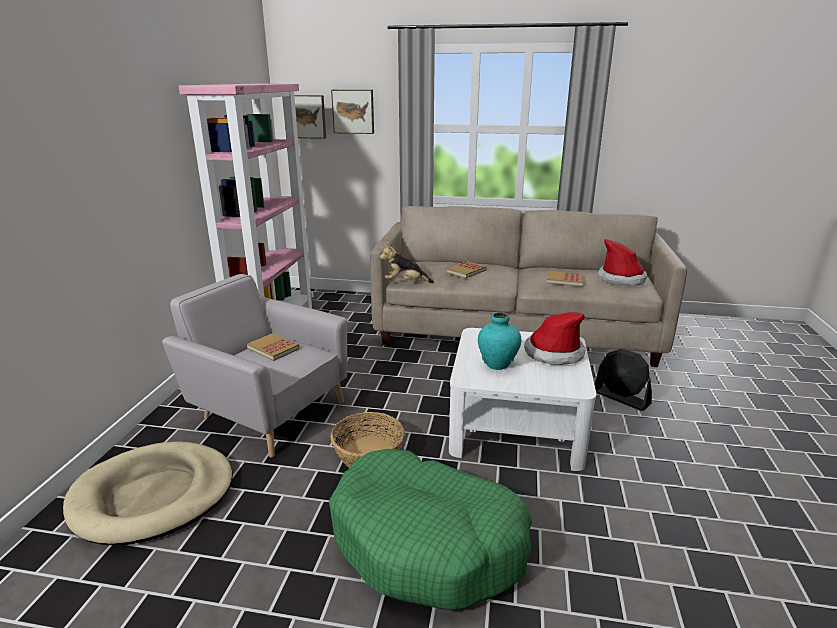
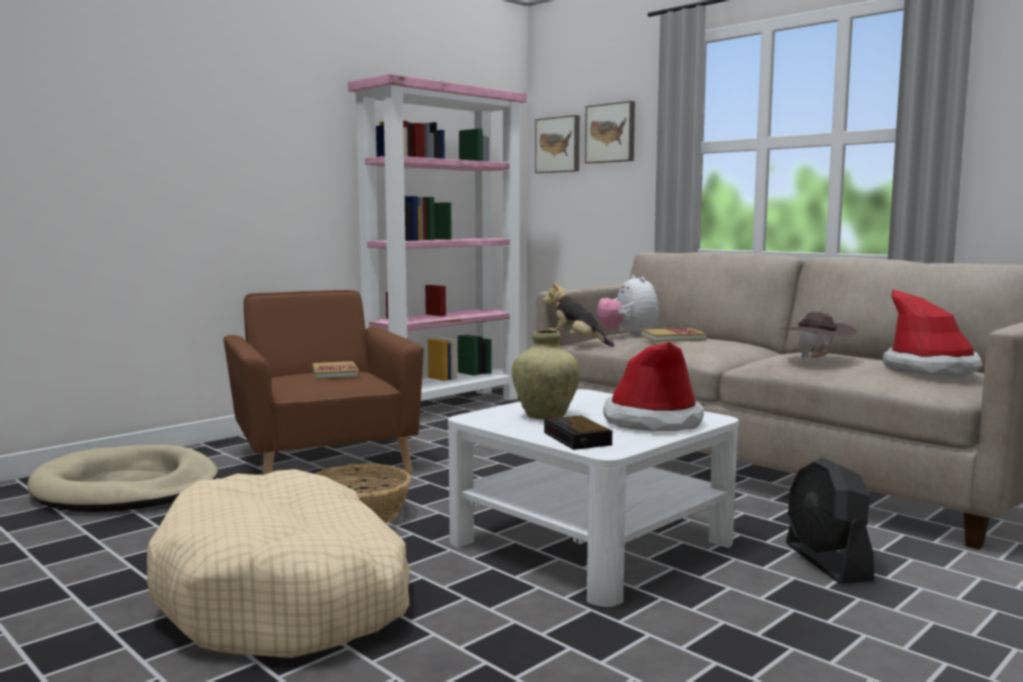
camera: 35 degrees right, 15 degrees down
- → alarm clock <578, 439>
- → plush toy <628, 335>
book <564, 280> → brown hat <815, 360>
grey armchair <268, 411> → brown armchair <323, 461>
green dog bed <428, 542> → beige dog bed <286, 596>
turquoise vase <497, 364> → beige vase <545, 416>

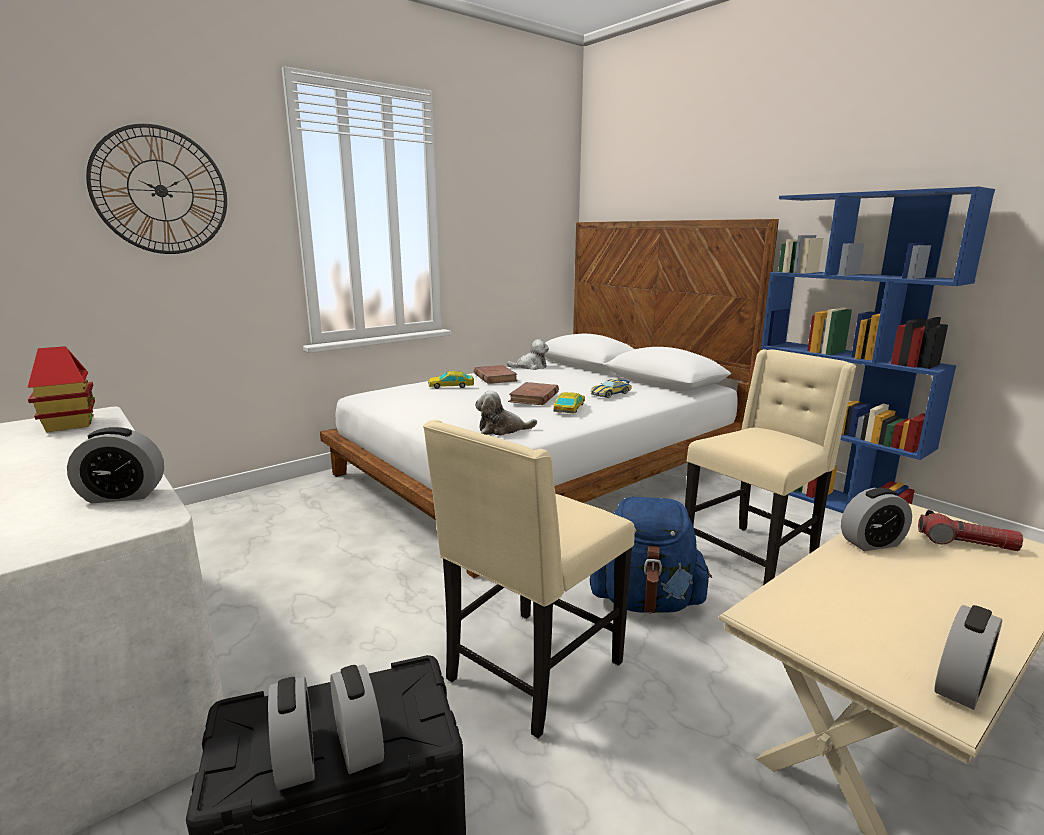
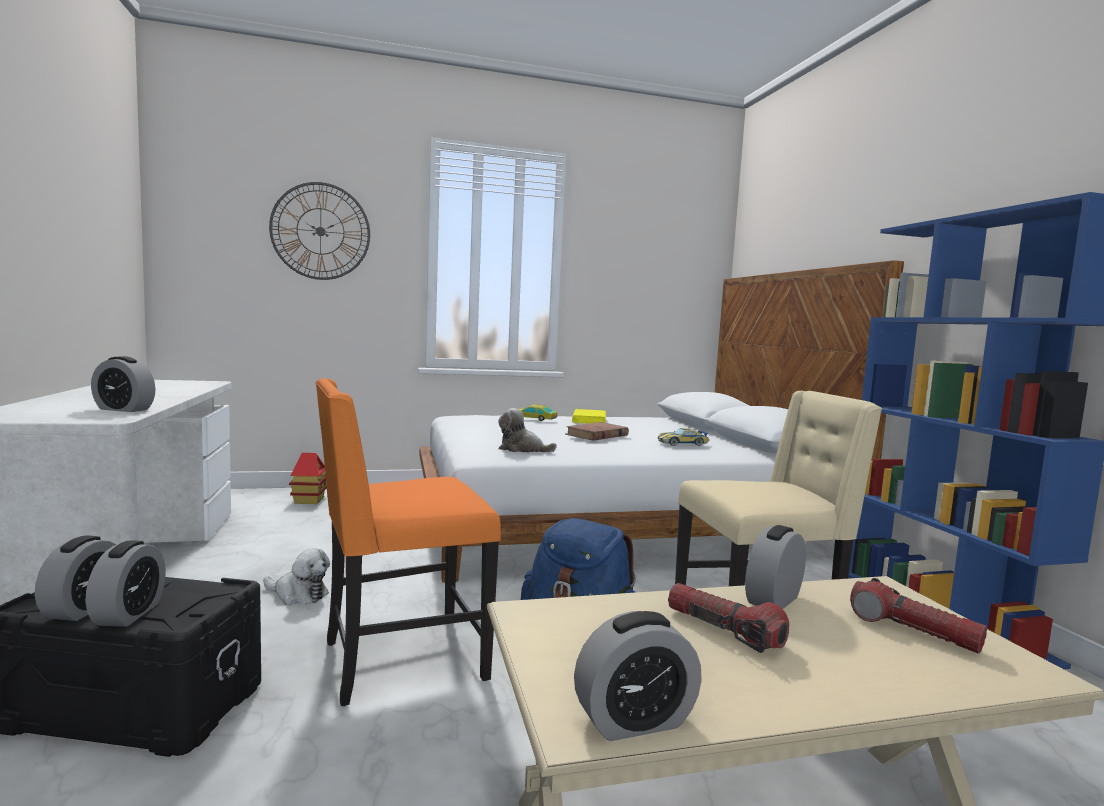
camera: 25 degrees right, 10 degrees down
toy car <569, 408> → -
- → flashlight <724, 630>
toy house <70, 424> → toy house <309, 500>, relocated
plush toy <530, 367> → plush toy <298, 595>, relocated
beige chair <531, 672> → orange chair <400, 660>
brown book <495, 377> → yellow book <589, 420>
alarm clock <871, 543> → alarm clock <773, 600>, 120 degrees clockwise

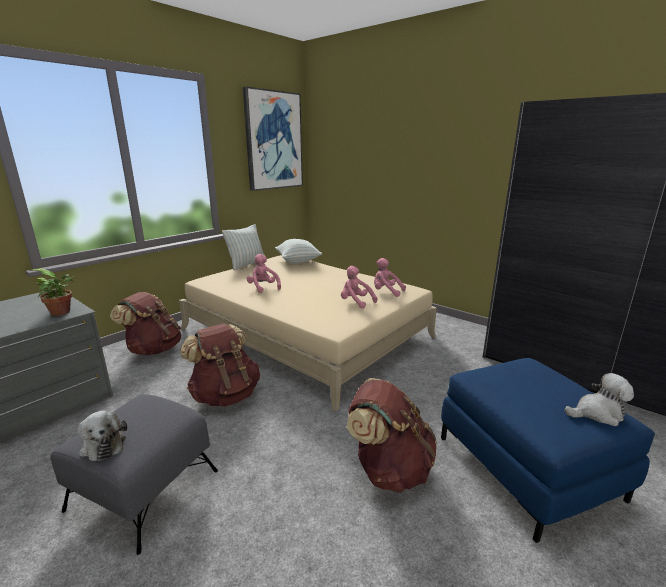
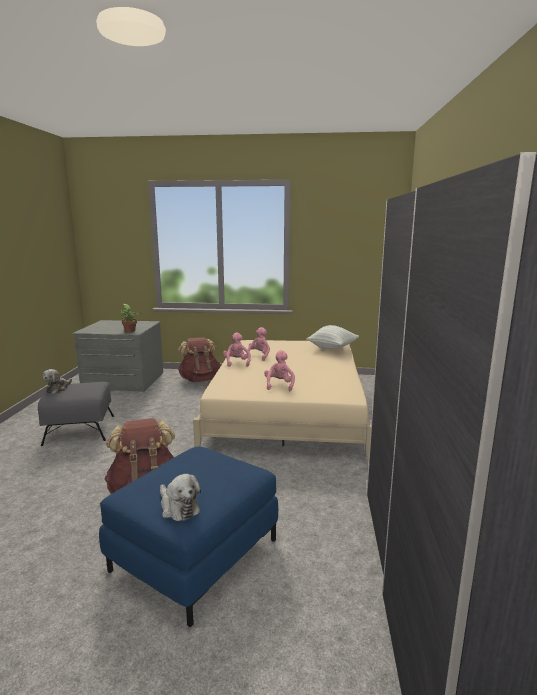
camera: 55 degrees right, 5 degrees down
brown backpack <225, 395> → -
pillow <247, 265> → -
picture <273, 141> → -
pink plush toy <386, 292> → pink plush toy <236, 363>, relocated

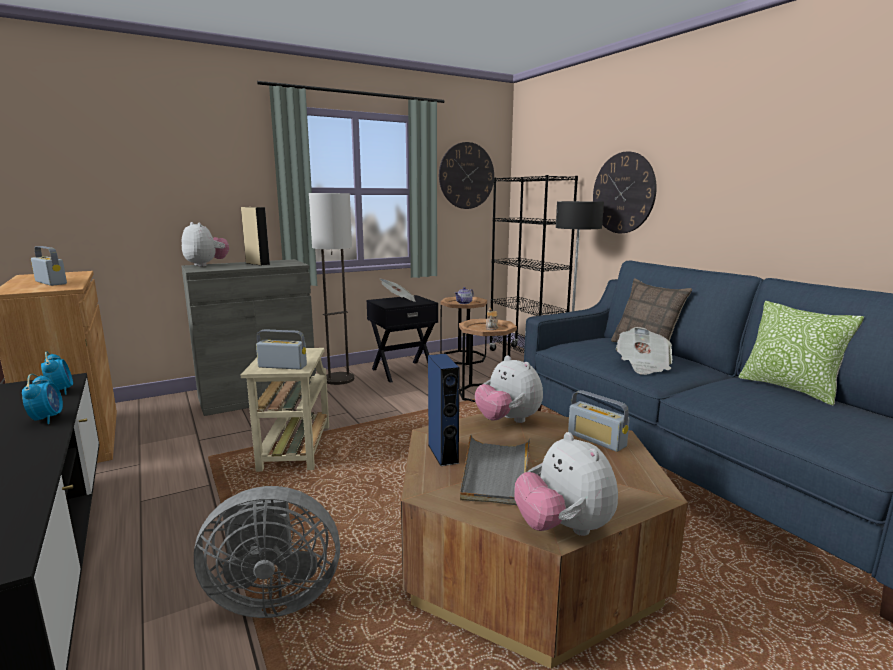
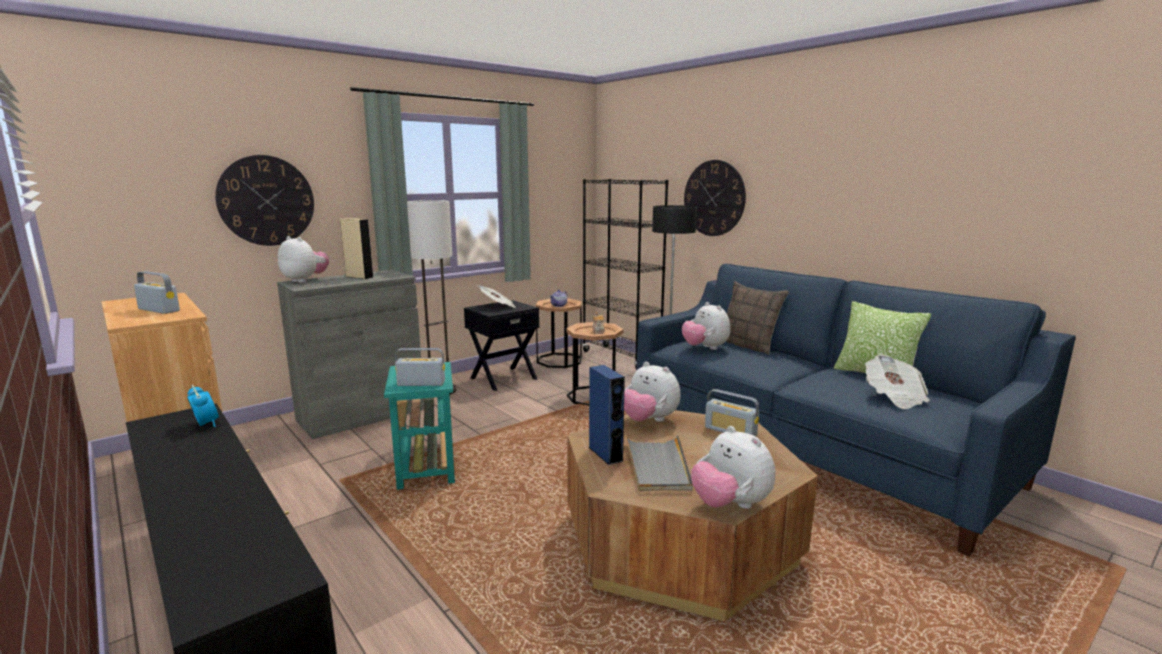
camera: 10 degrees left, 0 degrees up
alarm clock <47, 419> → -
grey fan <272, 598> → -
- → plush toy <705, 348>
wall clock <466, 176> → wall clock <266, 201>, relocated
newspaper <642, 366> → newspaper <894, 397>, relocated
beige side table <295, 449> → turquoise side table <426, 465>

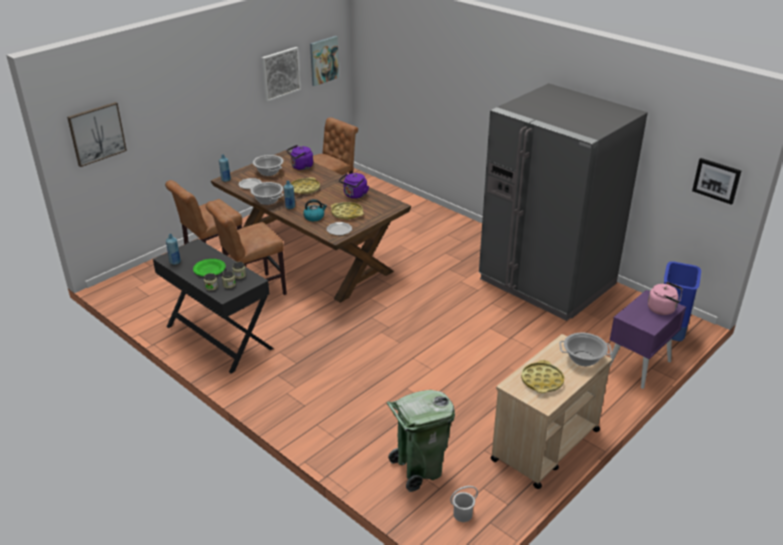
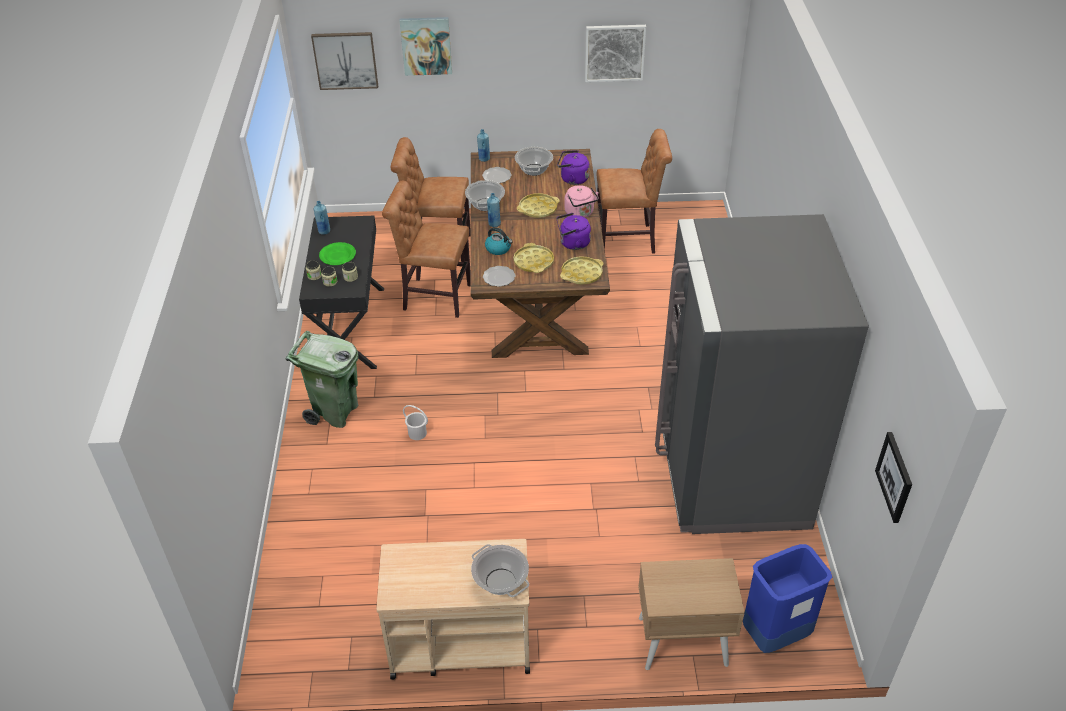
camera: 45 degrees right, 10 degrees up
picture <323, 60> → picture <426, 45>, relocated
green trash can <419, 469> → green trash can <335, 412>, relocated
white bucket <463, 514> → white bucket <417, 433>, relocated
yellow tray <542, 380> → yellow tray <582, 274>, relocated
pink kettle <663, 309> → pink kettle <580, 213>, relocated
purple nightstand <638, 365> → beige nightstand <682, 641>

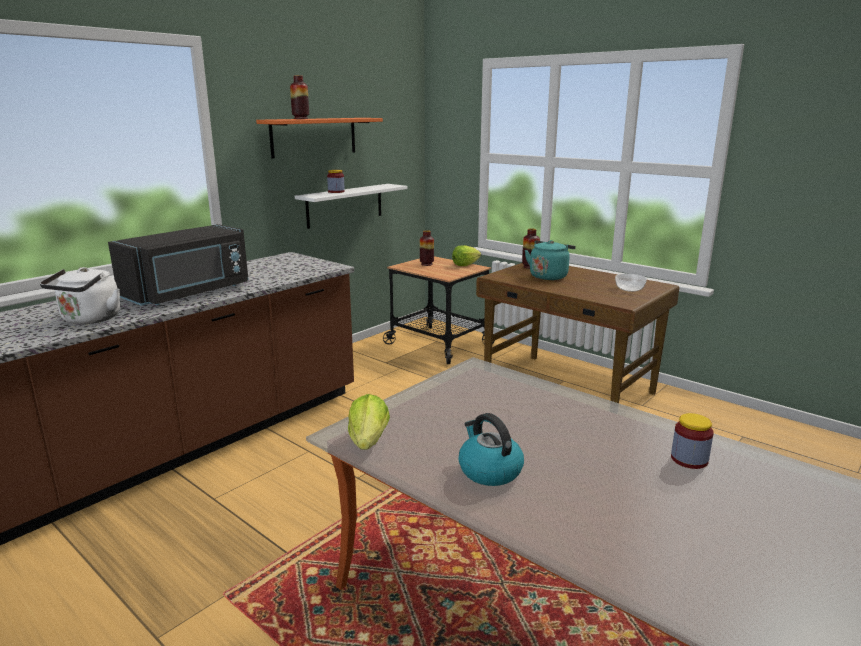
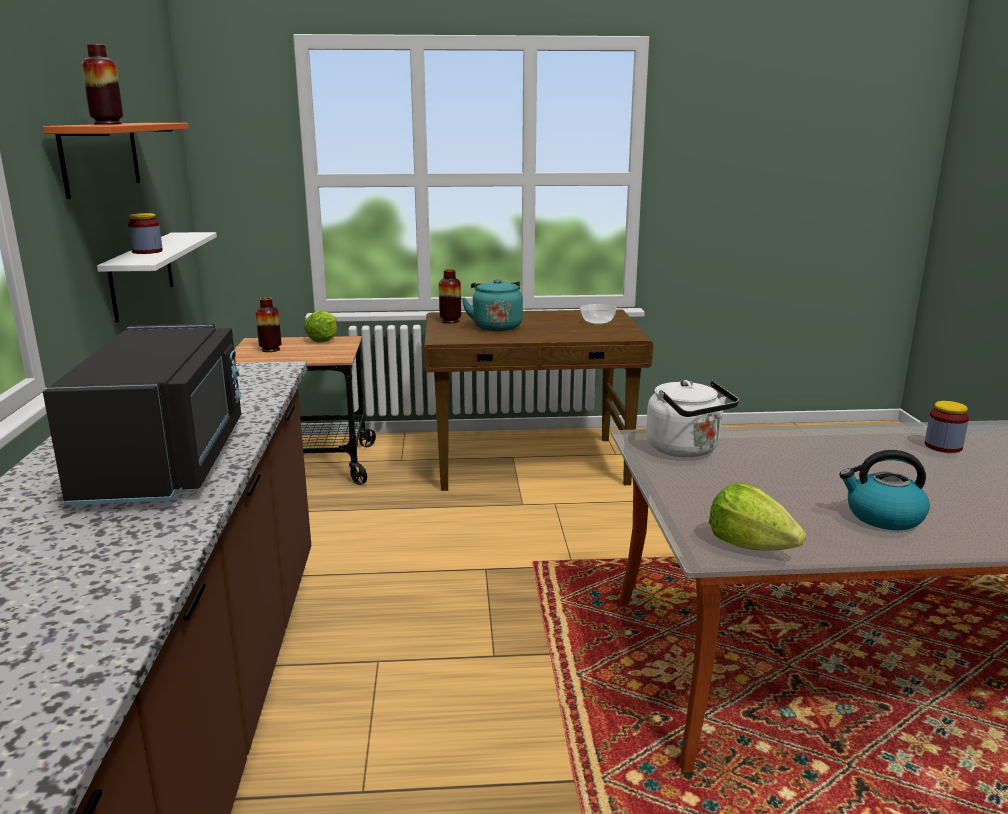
camera: 45 degrees left, 0 degrees up
white kettle <89, 320> → white kettle <686, 450>, relocated

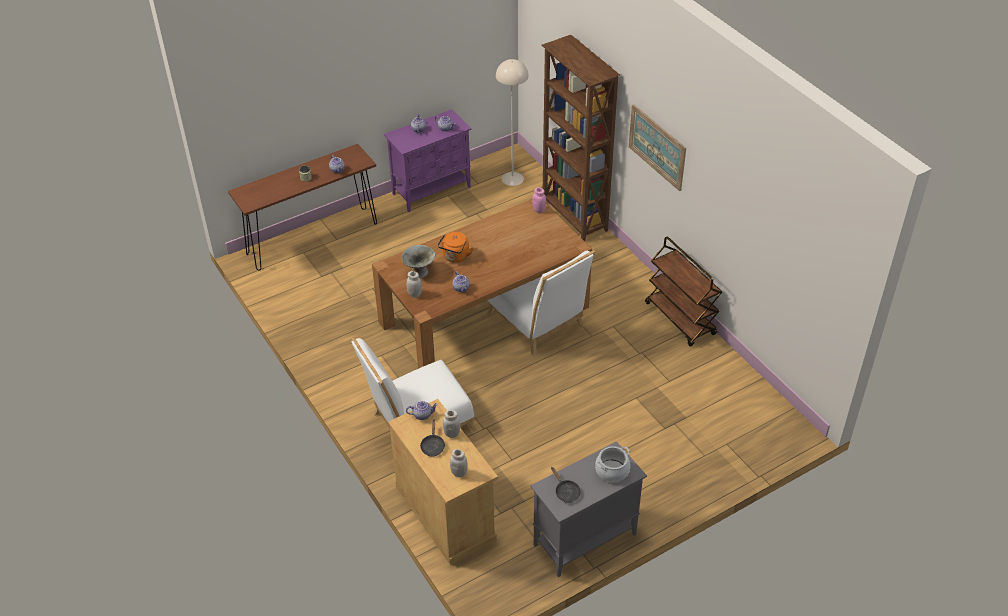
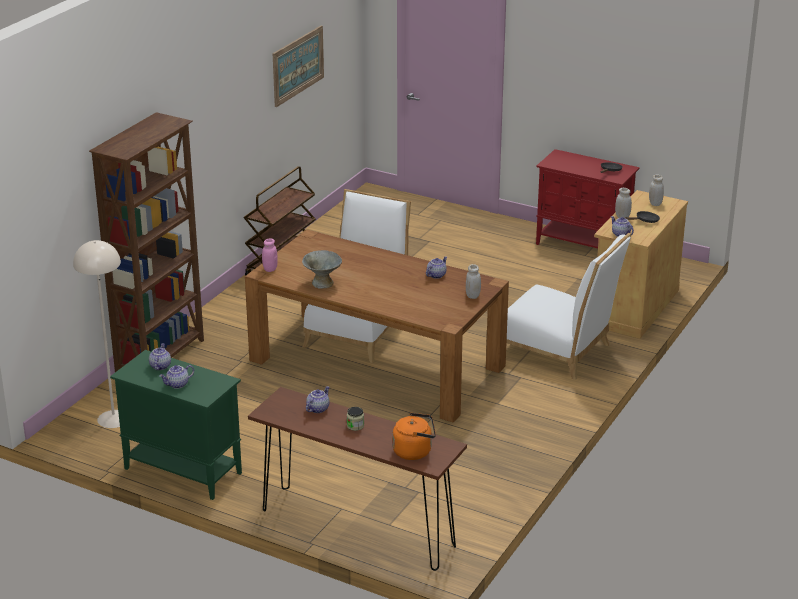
camera: 120 degrees left, 15 degrees down
cooking pot <612, 471> → -
grey bowl <419, 272> → grey bowl <322, 283>, relocated
orange kettle <455, 257> → orange kettle <414, 451>, relocated
picture <657, 147> → picture <298, 65>, relocated
purple cabinet <432, 190> → green cabinet <182, 470>
grey cabinet <584, 540> → red cabinet <583, 245>

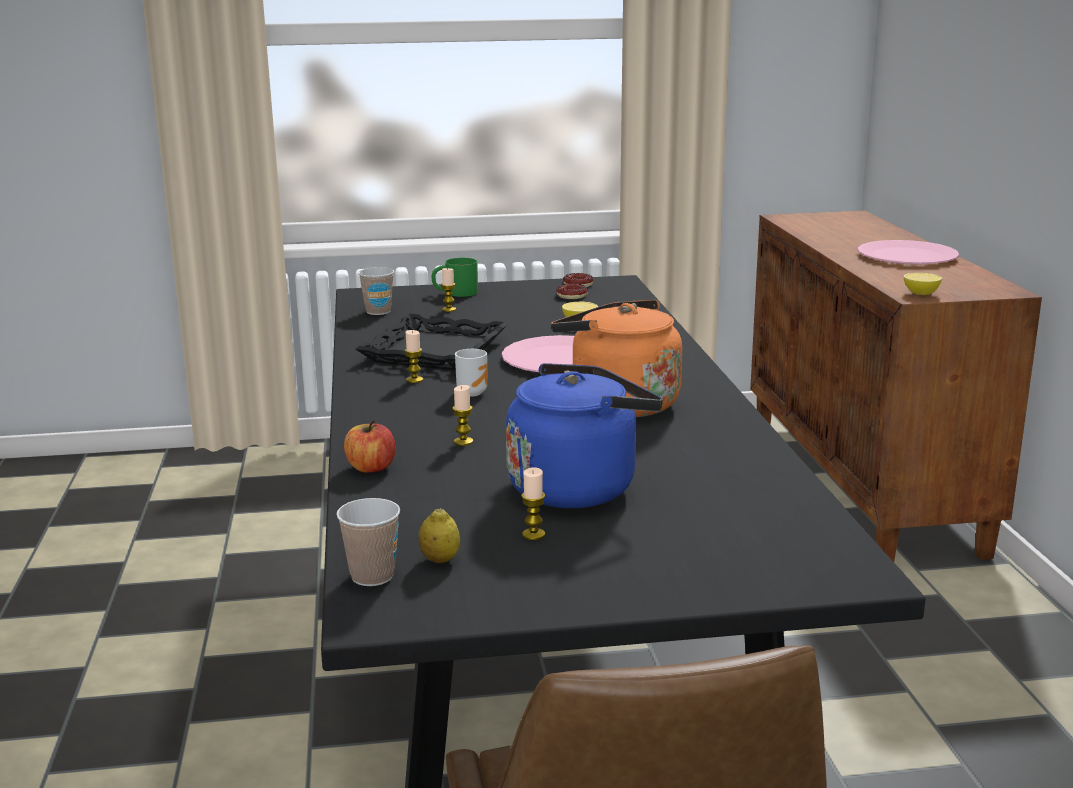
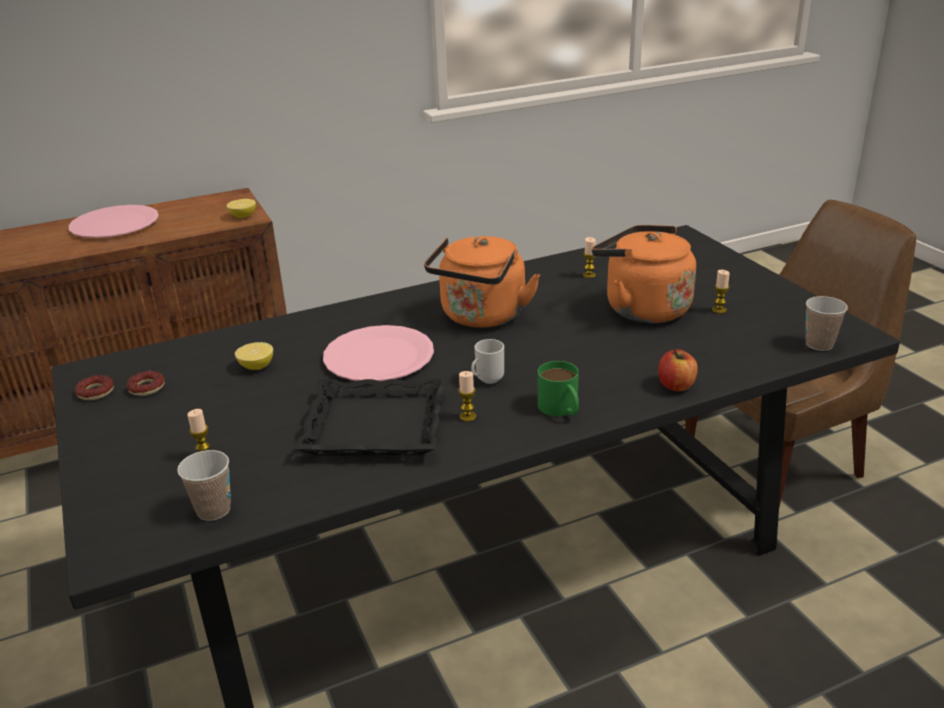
camera: 105 degrees left, 10 degrees up
lemon <440, 560> → -
green mug <455, 292> → green mug <561, 409>, relocated
candle <463, 442> → candle <589, 275>, relocated
blue kettle <578, 487> → orange kettle <642, 308>

